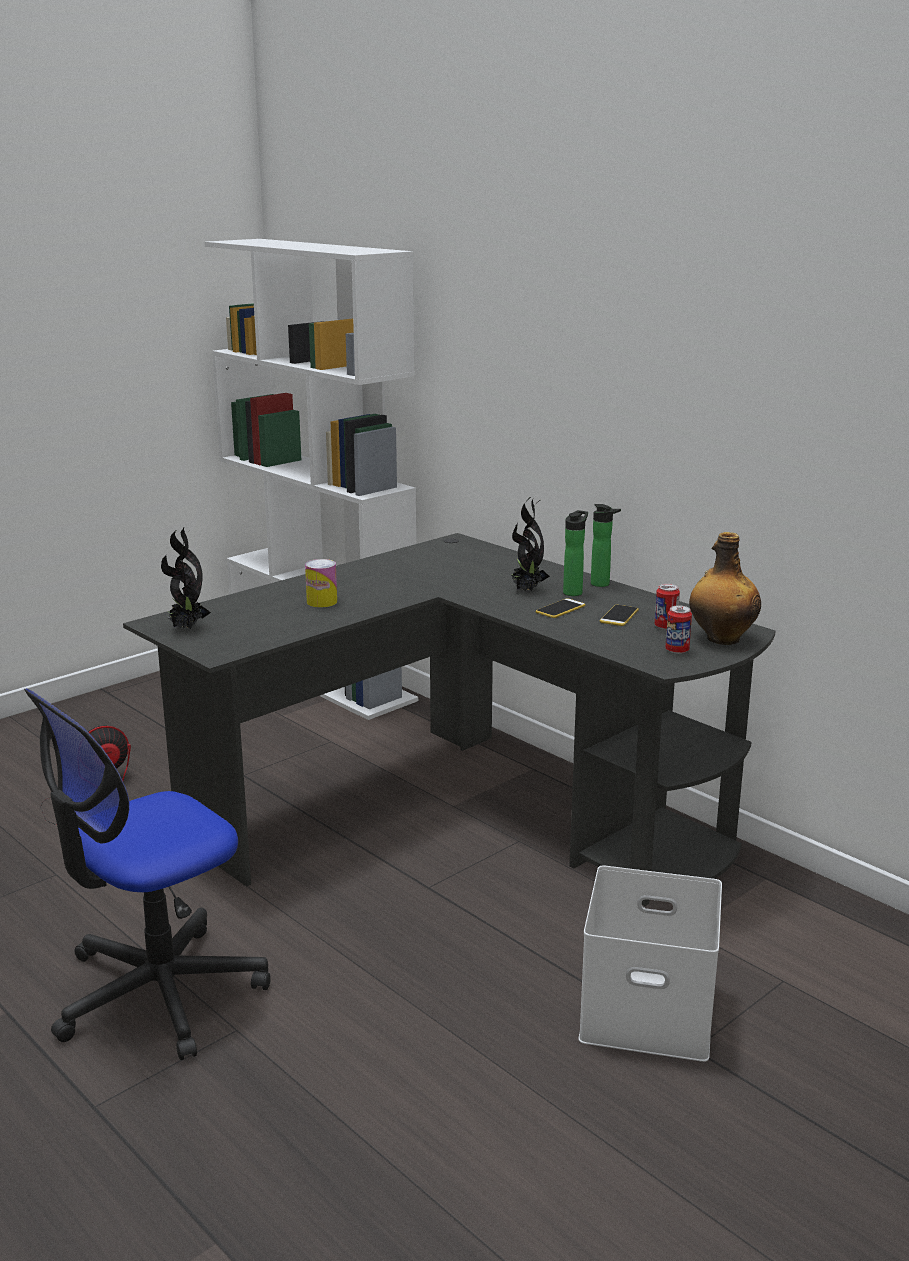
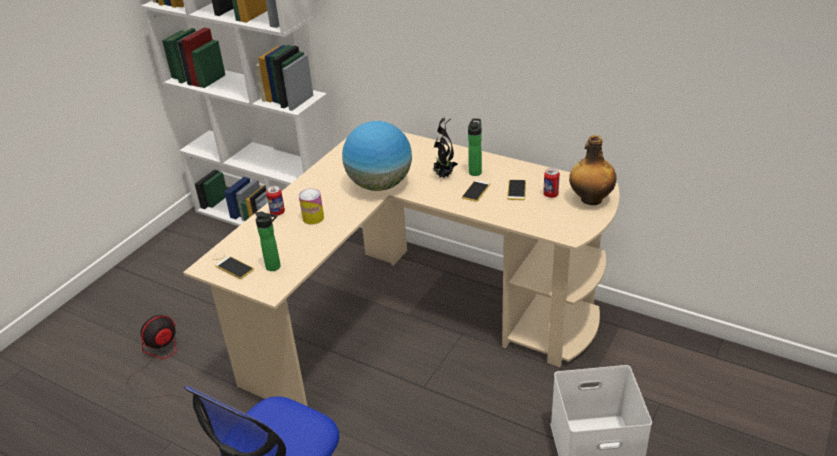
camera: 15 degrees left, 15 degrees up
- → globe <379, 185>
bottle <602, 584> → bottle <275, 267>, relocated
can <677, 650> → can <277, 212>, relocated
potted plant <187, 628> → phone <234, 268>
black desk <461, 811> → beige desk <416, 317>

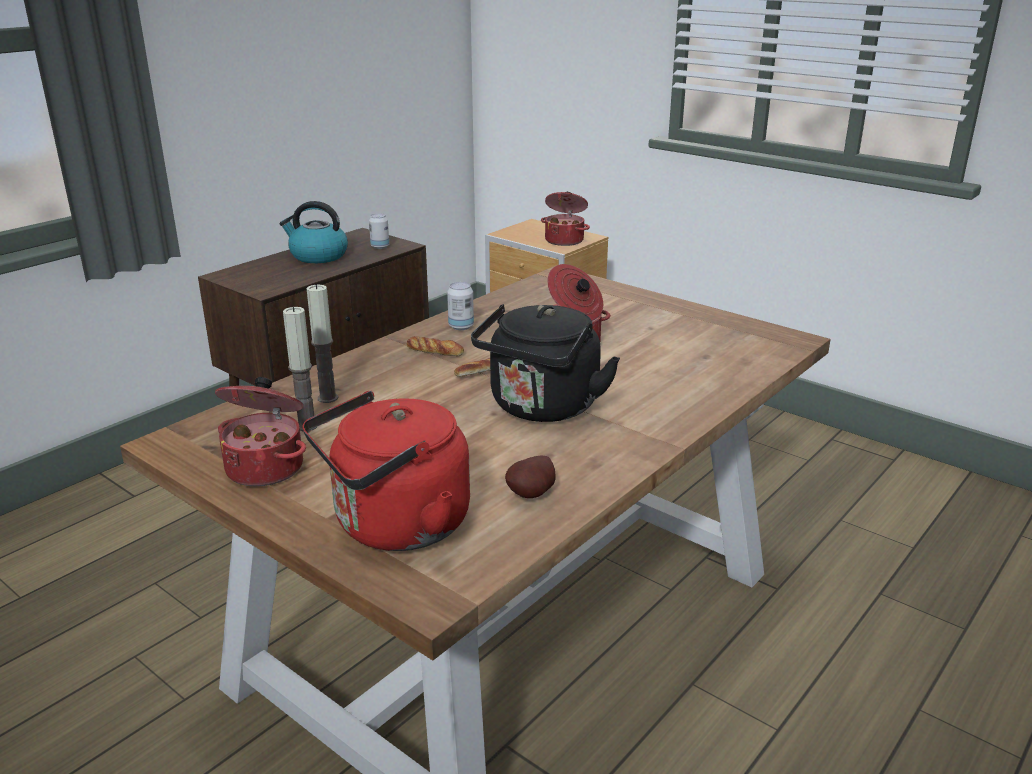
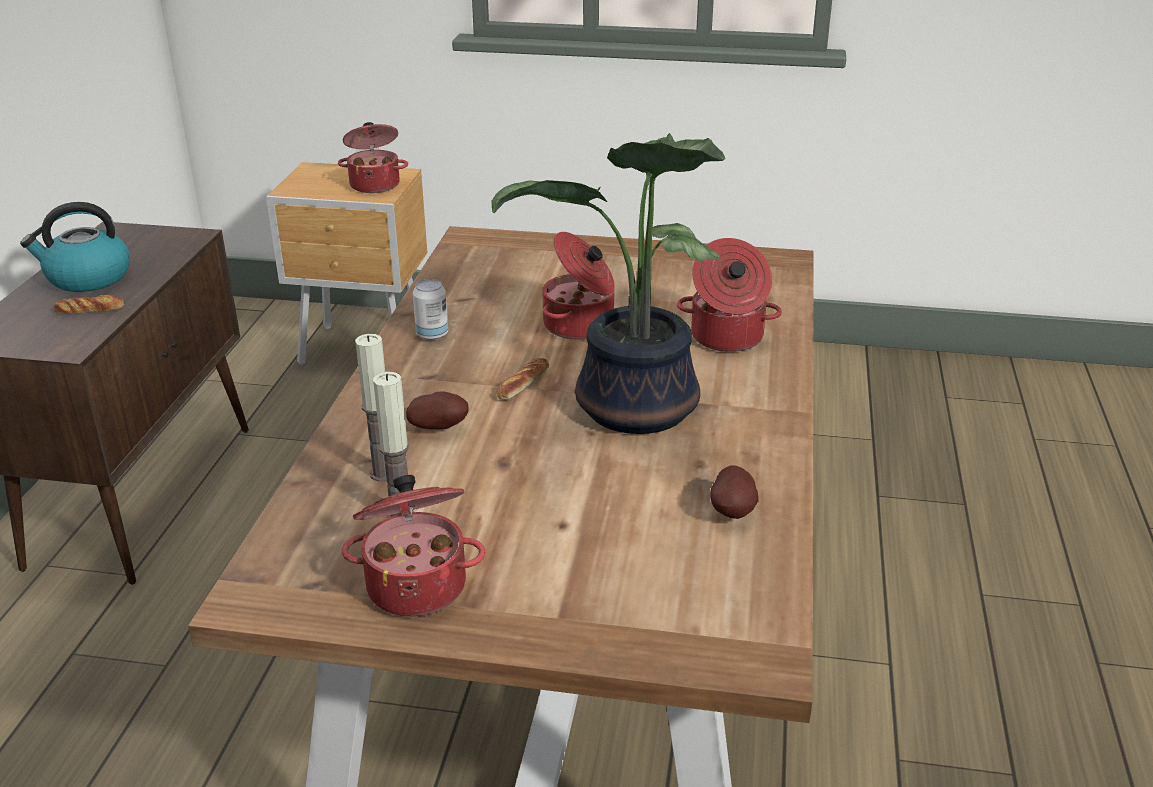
camera: 30 degrees left, 5 degrees up
red kettle <395, 527> → -
can <380, 247> → -
- → potato <440, 427>
- → cooking pot <726, 338>
bread <435, 351> → bread <90, 310>, relocated
black kettle <542, 408> → potted plant <633, 411>

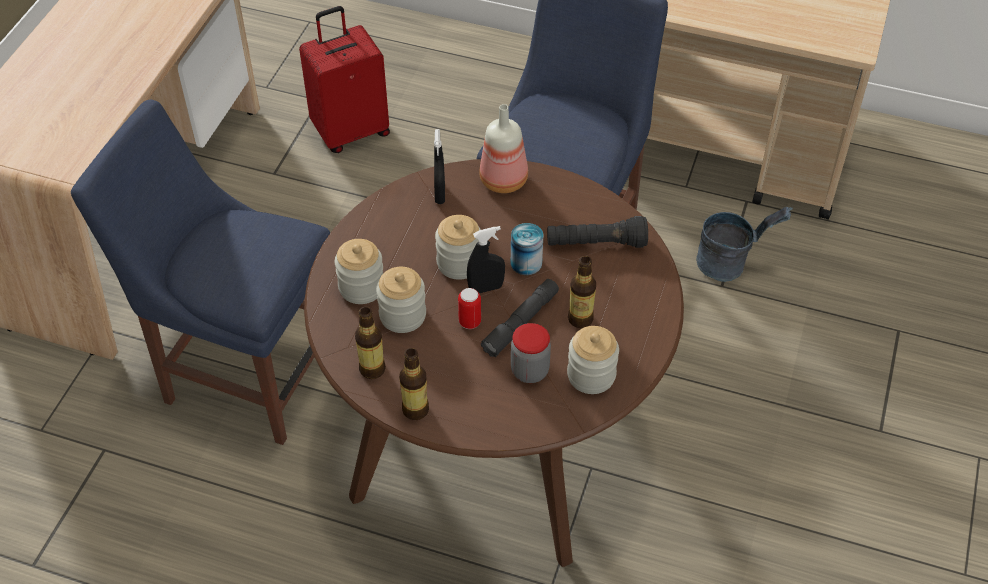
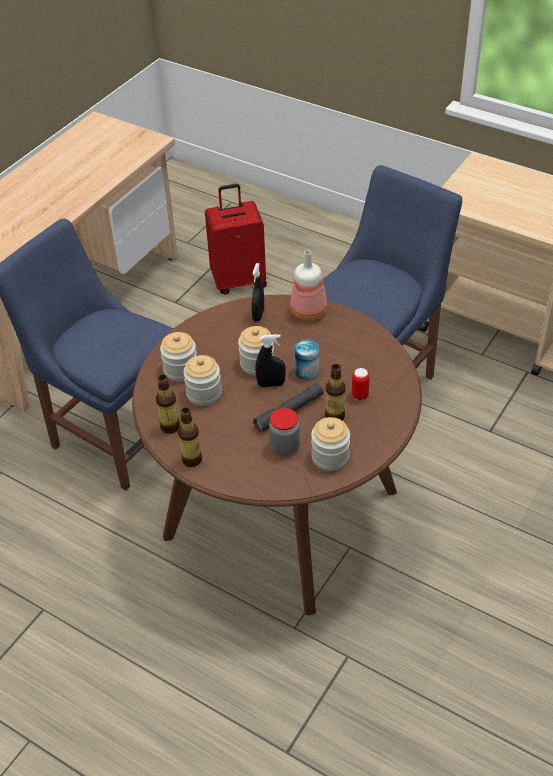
camera: 15 degrees right, 5 degrees down
black flashlight <596, 244> → -
grey bucket <730, 264> → -
can <470, 322> → can <360, 395>, relocated

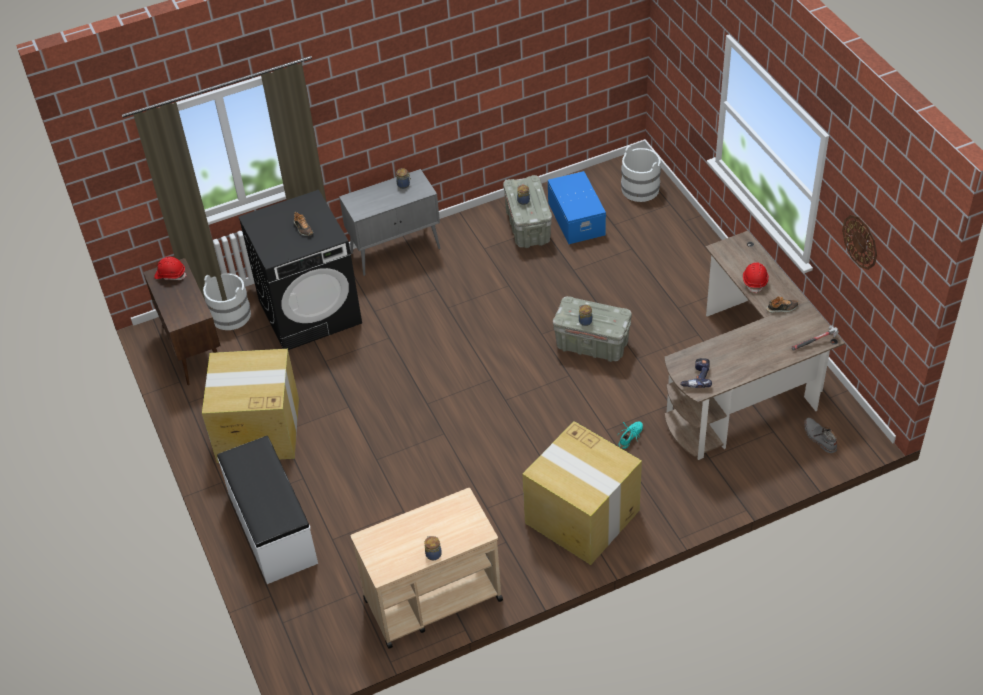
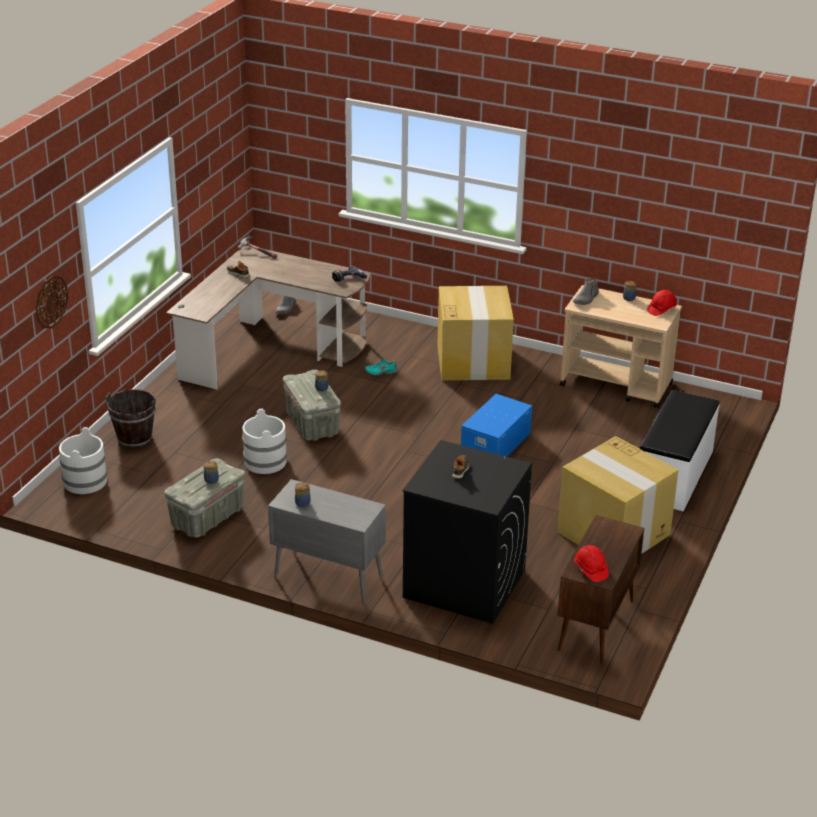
camera: 135 degrees left, 15 degrees down
- → brown bucket <135, 438>
- → grey boot <586, 299>
white bucket <231, 315> → white bucket <265, 461>, relocated
blue storage box <577, 218> → blue storage box <494, 443>, relocated
red hard hat <755, 281> → red hard hat <661, 310>, relocated
wall clock <860, 241> → wall clock <51, 302>, relocated

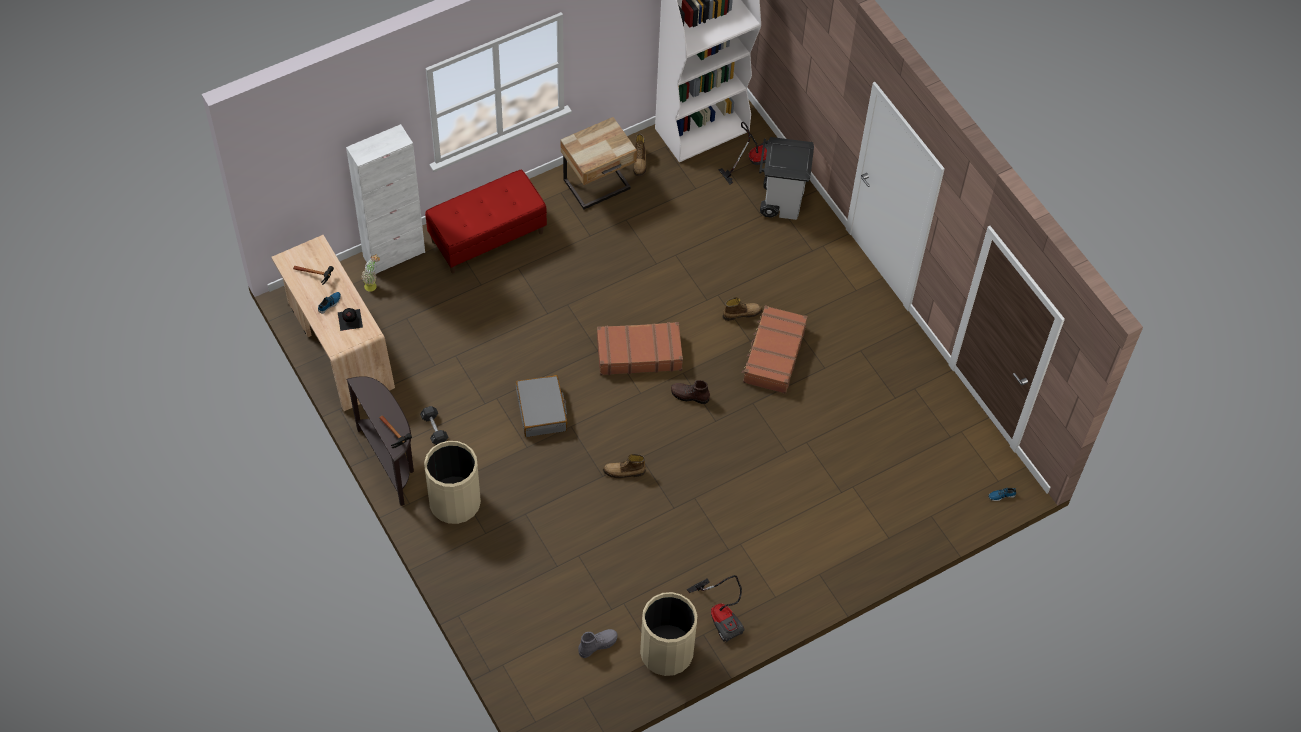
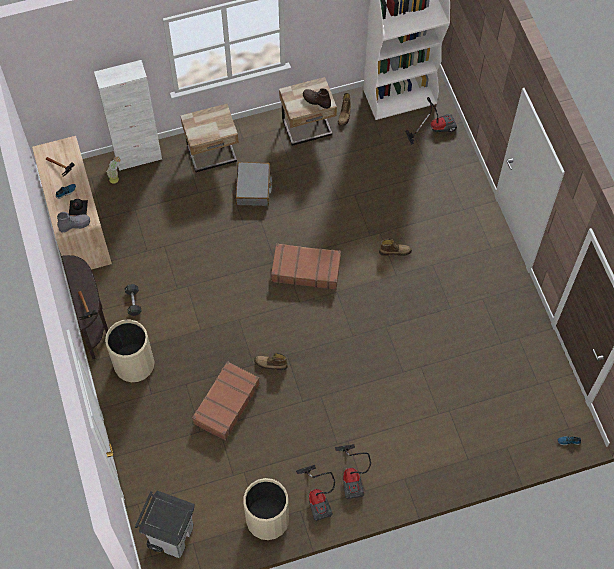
camera: 15 degrees right, 5 degrees up
- → vacuum cleaner <352, 477>
grey suitcase <542, 411> → grey suitcase <253, 188>, relocated
grey boot <598, 645> → grey boot <74, 225>, relocated
brown boot <689, 396> → brown boot <316, 101>, relocated
brown suitcase <773, 355> → brown suitcase <226, 404>, relocated
grey trash can <780, 201> → grey trash can <171, 535>, relocated
red bench <487, 236> → beige nightstand <212, 155>

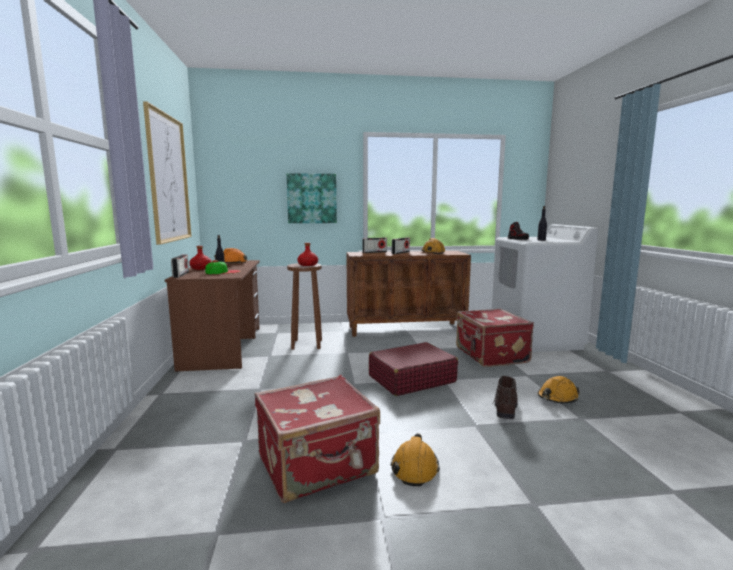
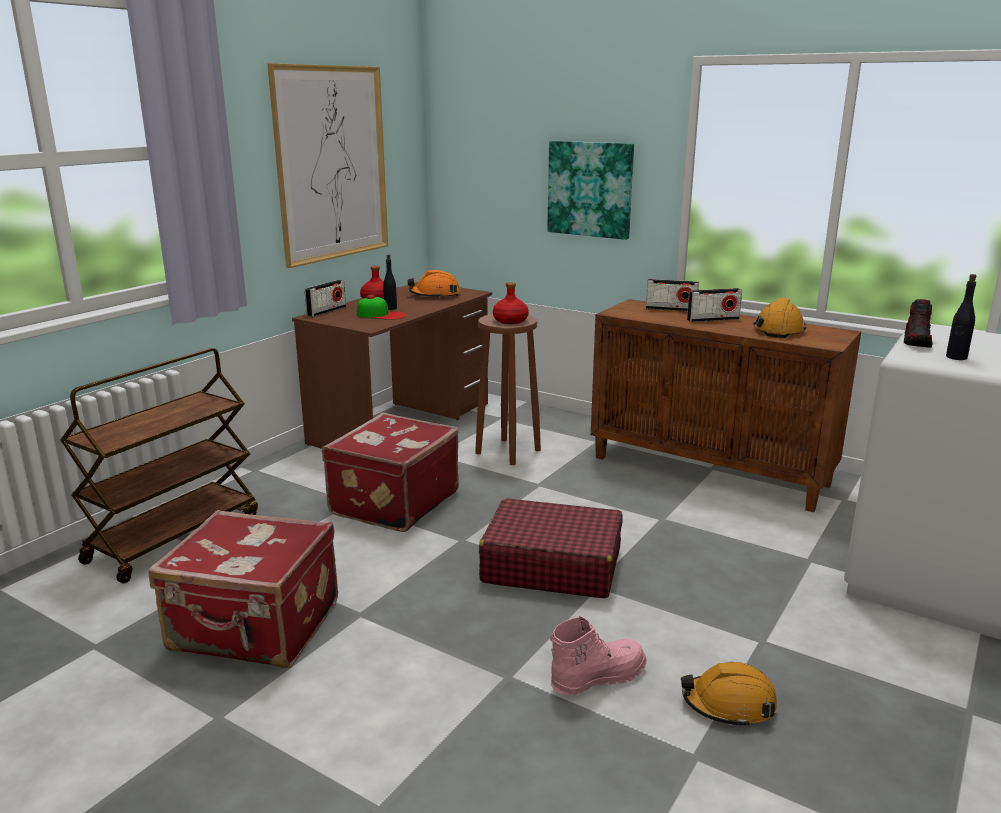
camera: 40 degrees right, 10 degrees up
orange hard hat <414, 468> → -
- → brown cart <174, 537>
red suitcase <490, 355> → red suitcase <392, 502>, relocated
brown boot <505, 409> → pink boot <597, 677>

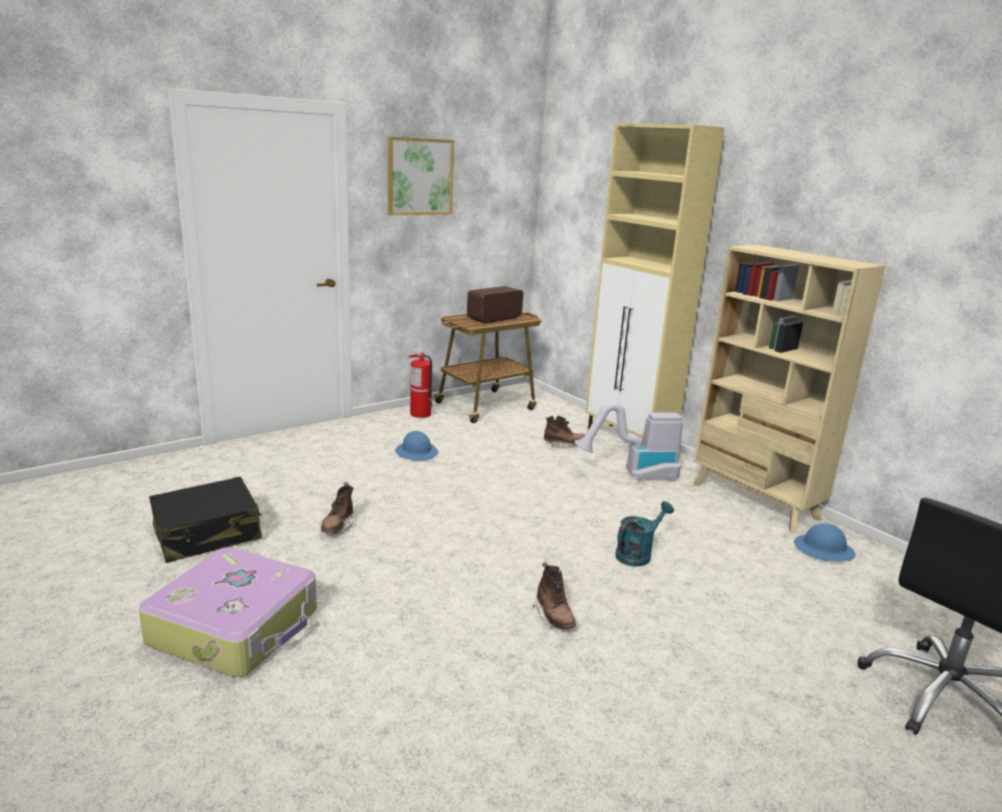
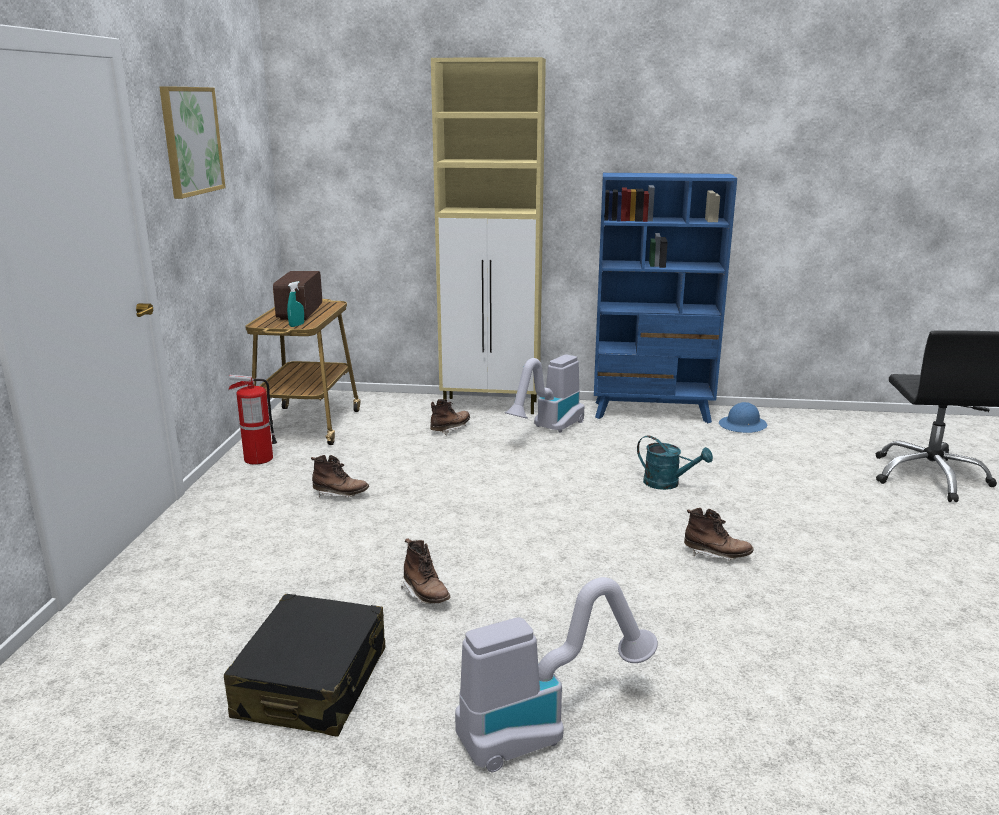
camera: 45 degrees left, 0 degrees up
- → turquoise spray bottle <296, 325>
suitcase <237, 626> → vacuum cleaner <543, 726>
blue hard hat <416, 452> → brown boot <340, 495>
beige bookcase <754, 501> → blue bookcase <652, 412>
turquoise watering can <637, 554> → turquoise watering can <668, 484>, 120 degrees clockwise

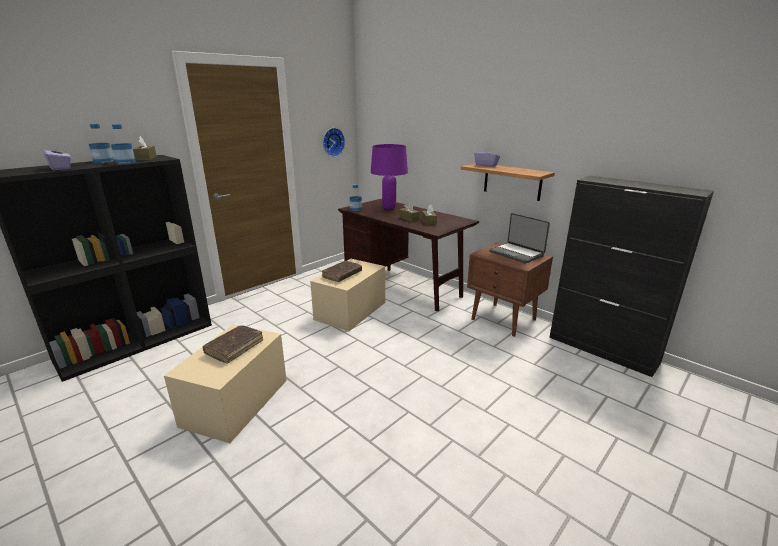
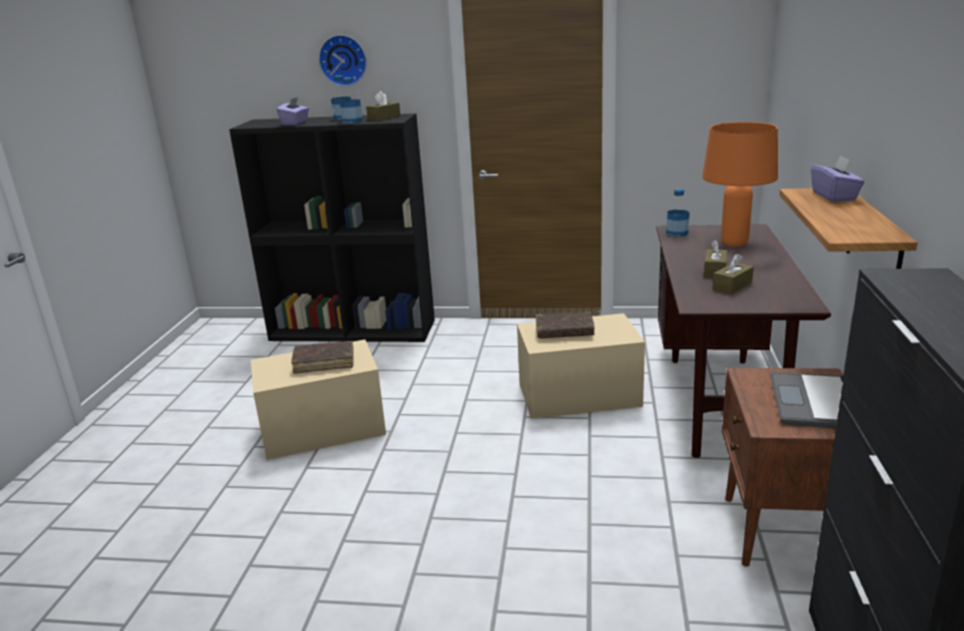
camera: 55 degrees right, 0 degrees up
wall clock <332, 142> → wall clock <343, 60>, relocated
purple table lamp <388, 208> → orange table lamp <733, 244>

